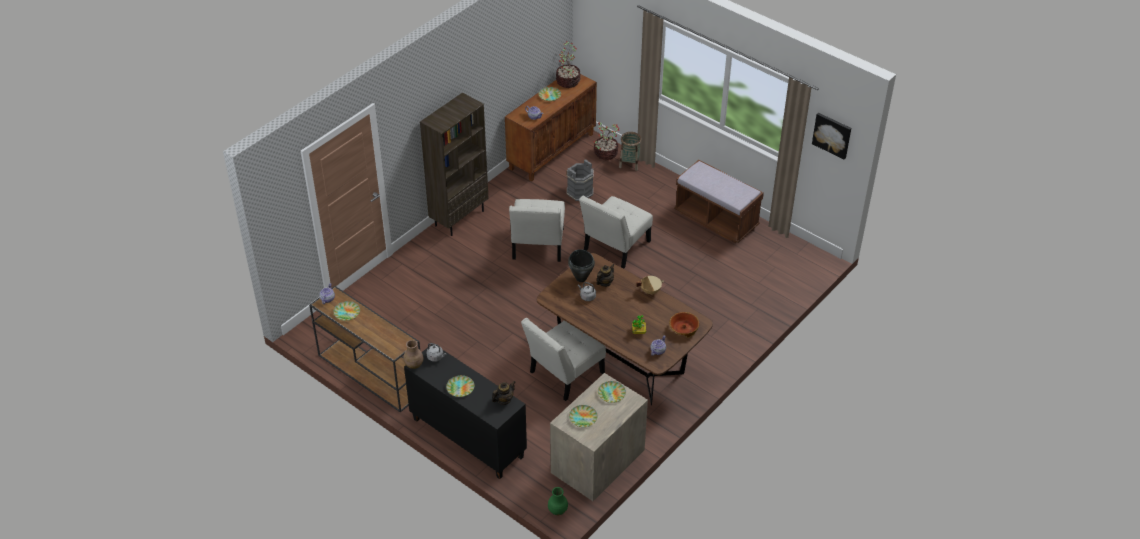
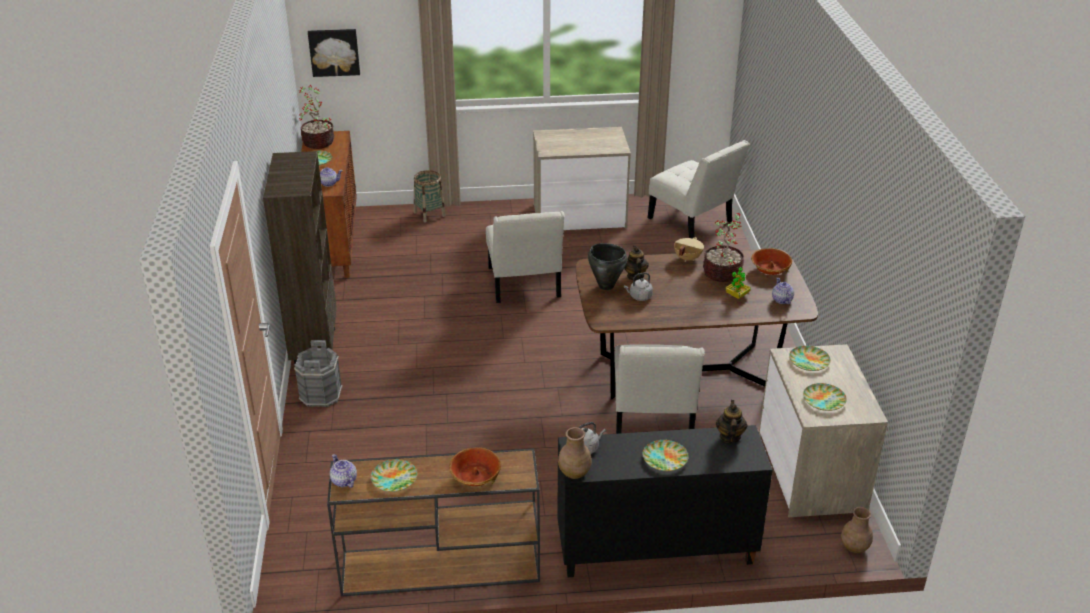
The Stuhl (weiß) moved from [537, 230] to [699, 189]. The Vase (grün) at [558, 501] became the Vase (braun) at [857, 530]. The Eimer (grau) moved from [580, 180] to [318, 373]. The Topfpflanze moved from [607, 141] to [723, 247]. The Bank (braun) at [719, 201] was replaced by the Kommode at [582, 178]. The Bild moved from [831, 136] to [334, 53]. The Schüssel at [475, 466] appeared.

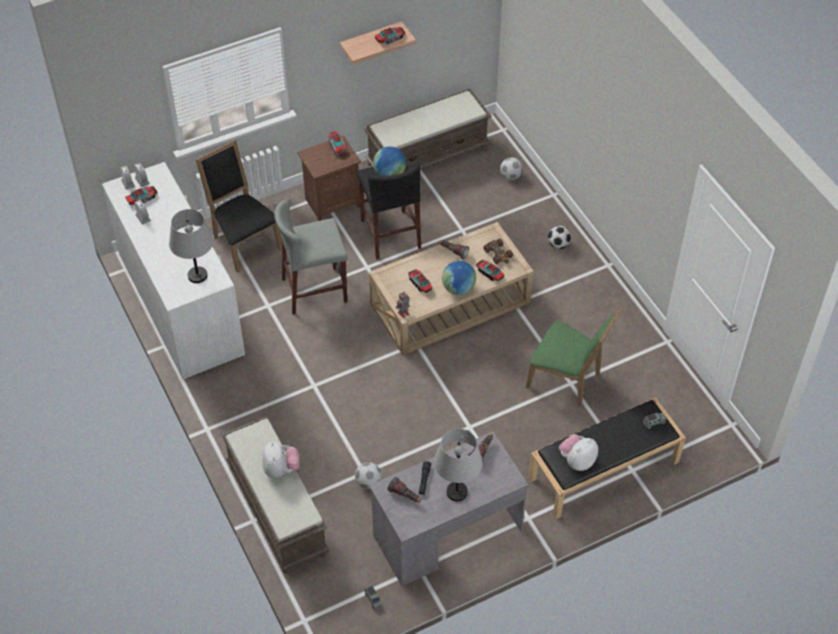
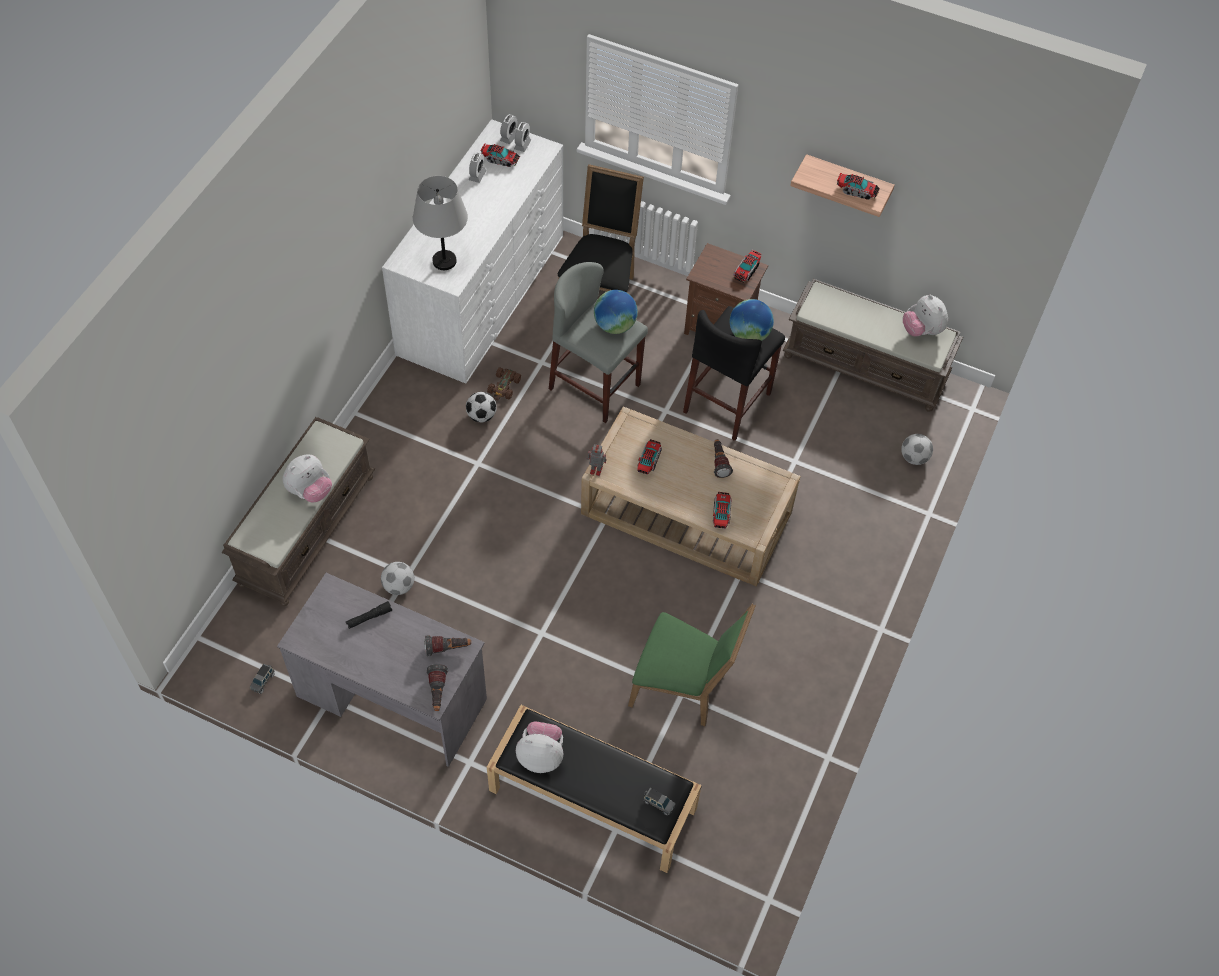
The Taschenlampe moved from [404, 490] to [437, 687]. The Tischlampe (grau) at [458, 465] disappeared. The Globus moved from [459, 278] to [616, 312]. The Spielzeugauto (braun) moved from [498, 251] to [504, 383]. The Stuhl (grün) at [574, 356] turned 60 degrees counterclockwise. The Fußball moved from [559, 237] to [481, 407]. The Plüschtier at [925, 316] appeared.

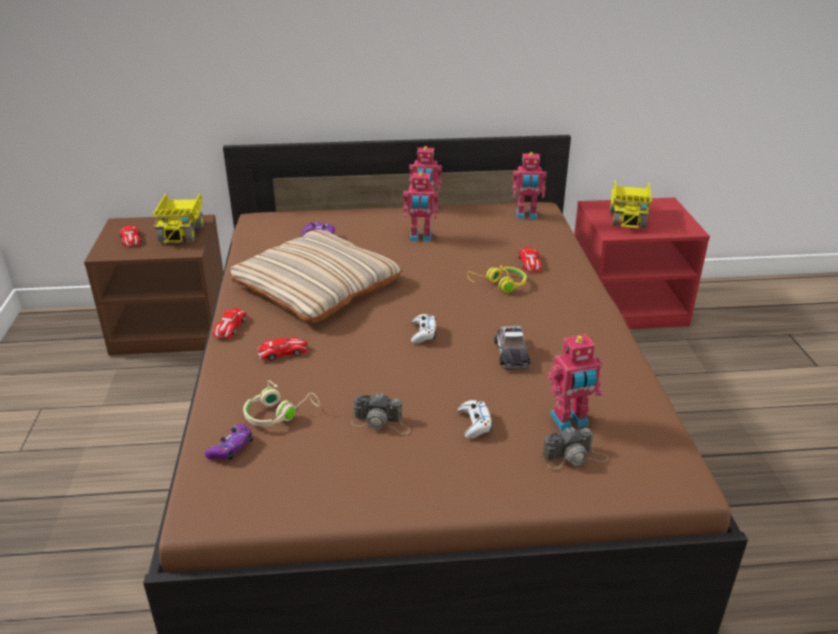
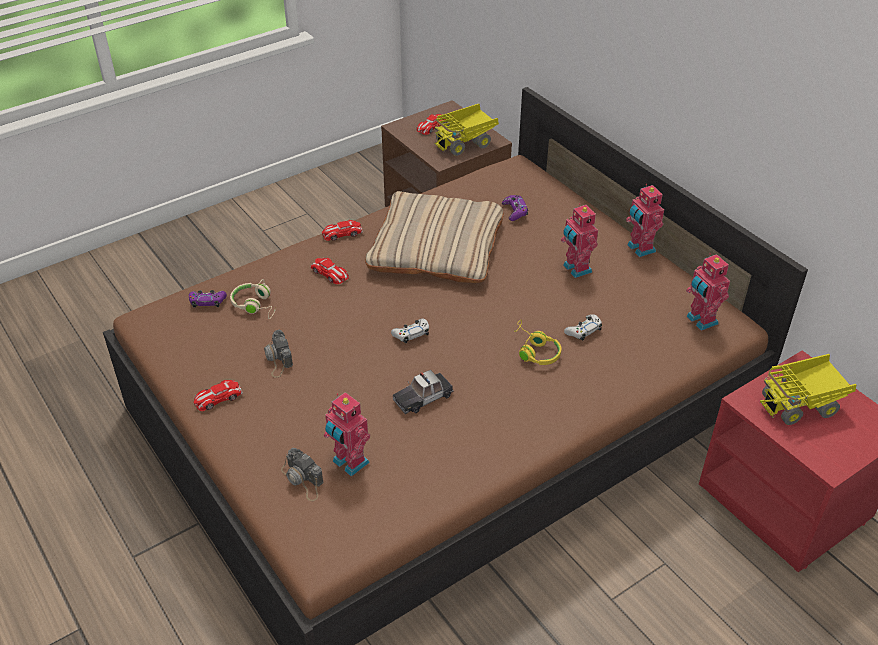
The Gamepad (weiß) moved from [475, 419] to [583, 327]. The Spielzeugauto moved from [530, 259] to [218, 395].

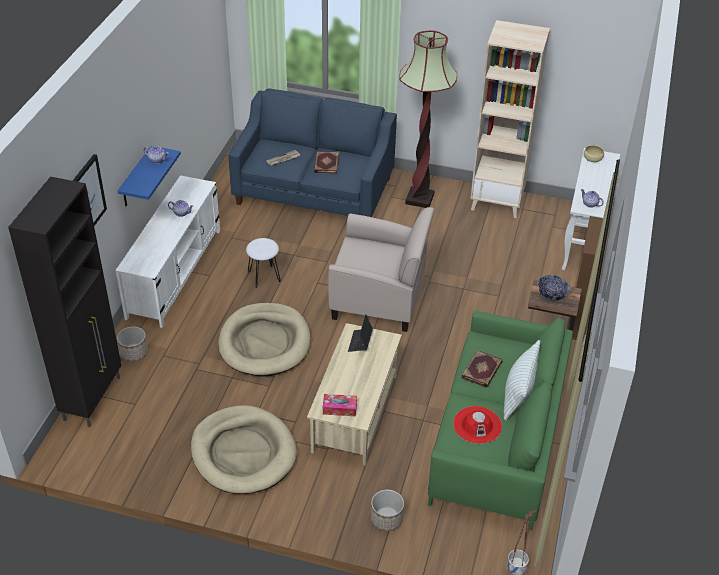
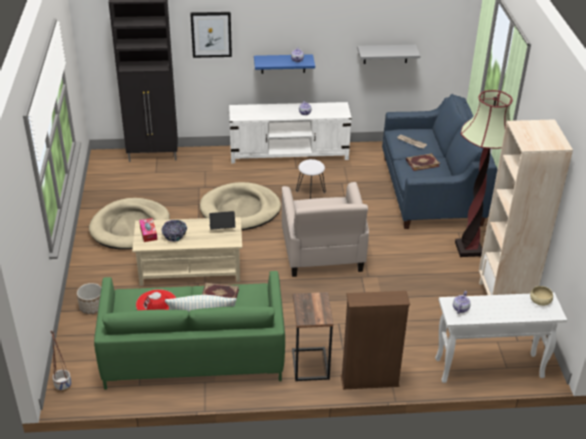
The Pflanzkübel at [132, 344] disappeared. The Schüssel moved from [554, 288] to [174, 231]. The Wandregal (grau) at [388, 54] appeared.

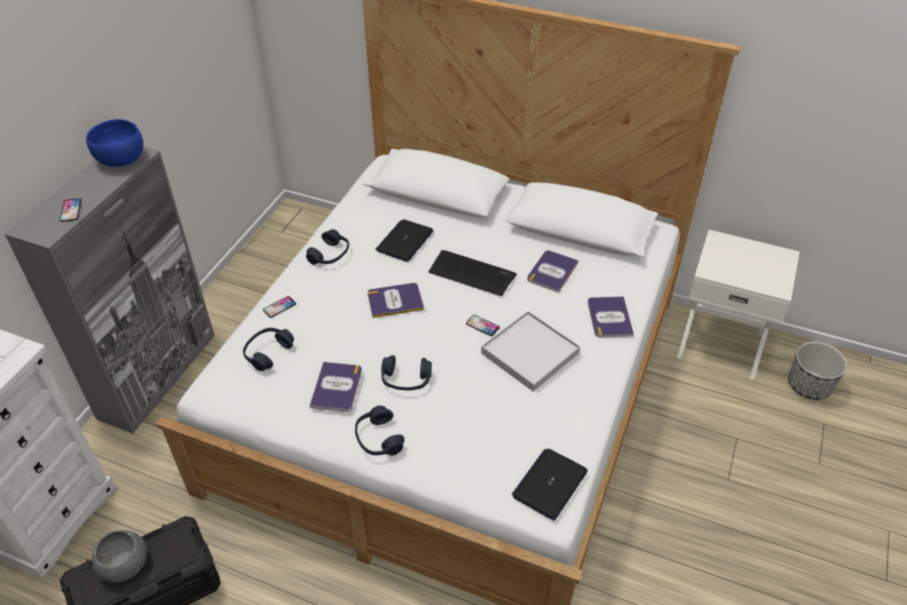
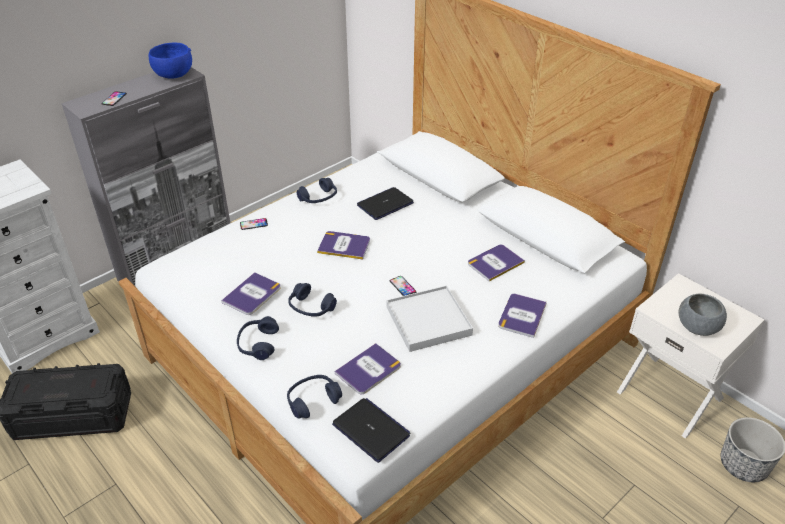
The Schüssel (grau) moved from [119, 556] to [702, 315]. The Kopfhörer (blau) moved from [268, 349] to [314, 397]. The Tastatur at [472, 273] disappeared. The Laptop at [550, 485] turned 75 degrees clockwise. The Buch at [368, 368] appeared.

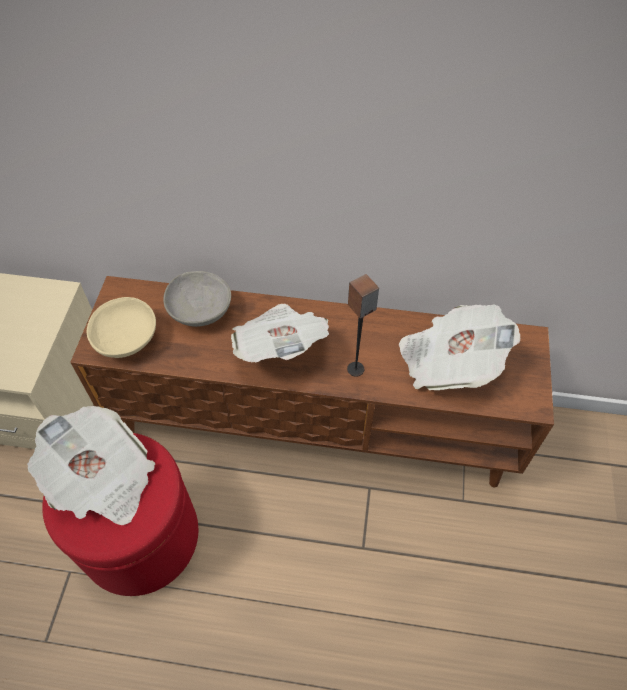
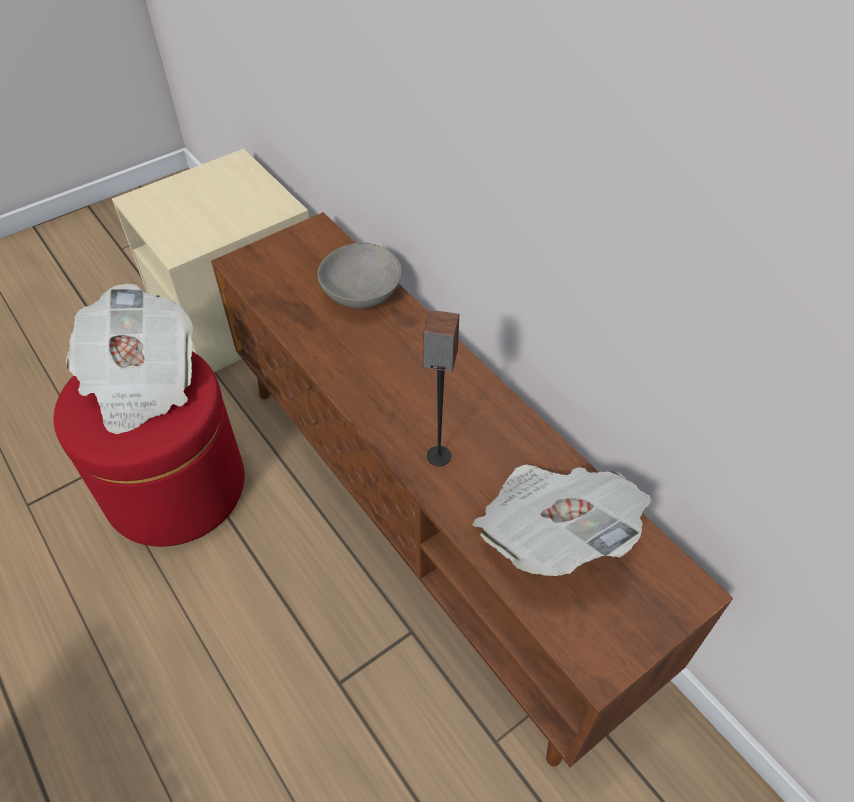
The Schüssel (beige) at [121, 327] disappeared. The Zeitung at [280, 333] disappeared.

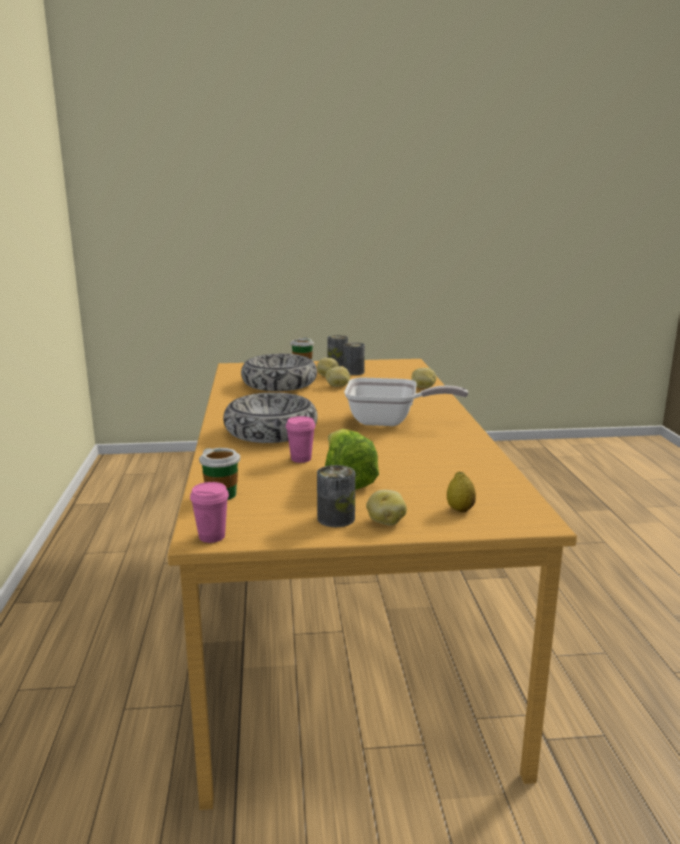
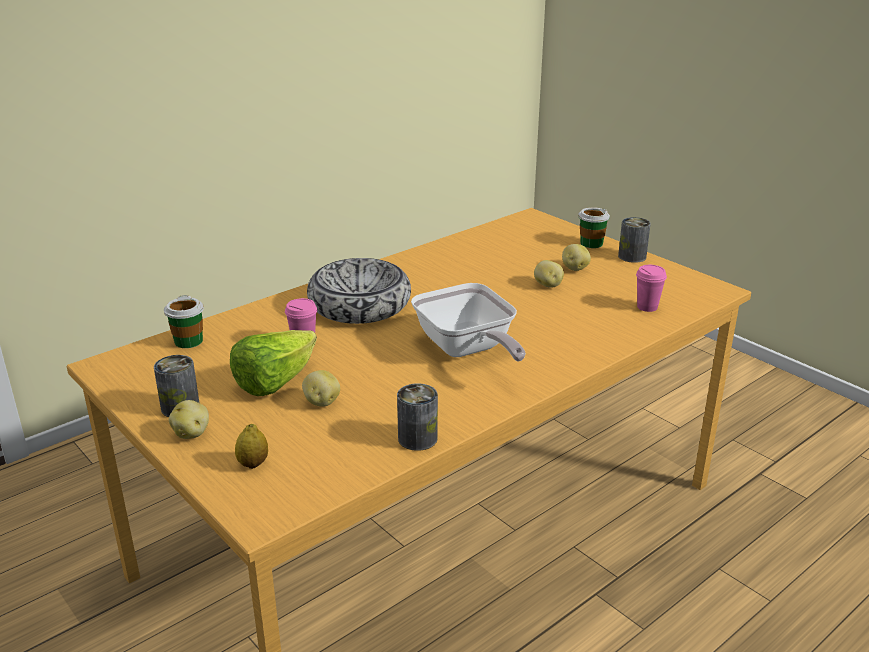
The Tasse (rosa) moved from [209, 512] to [651, 288]. The Schüssel at [279, 372] disappeared. The Dose moved from [354, 358] to [417, 417]. The Kartoffel moved from [424, 378] to [321, 388].

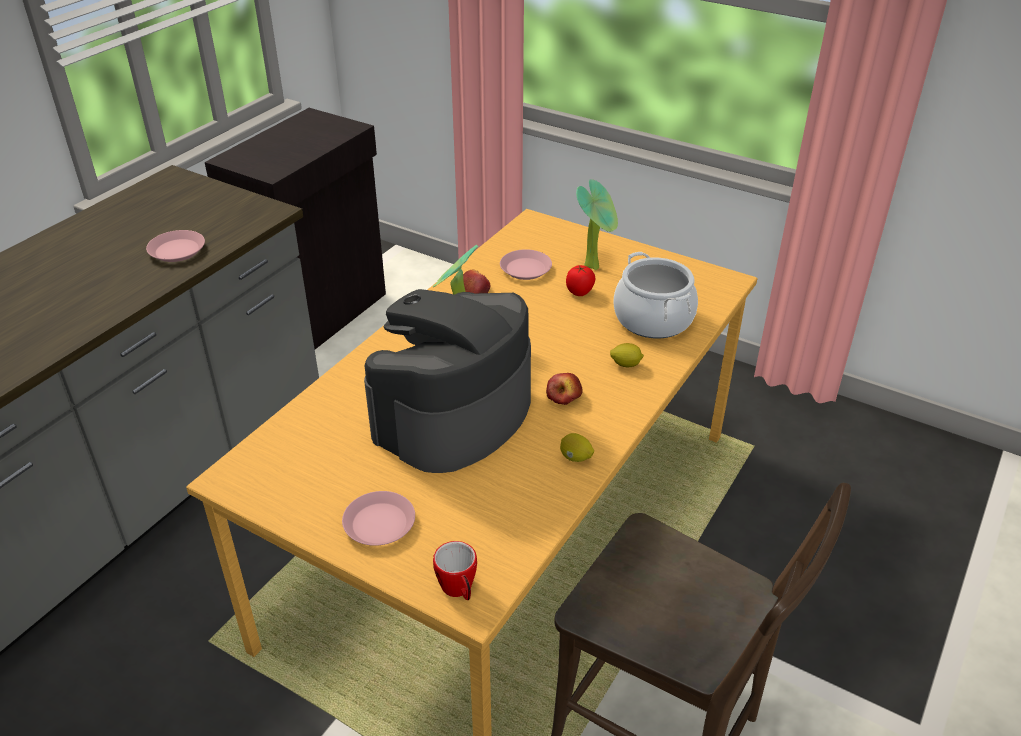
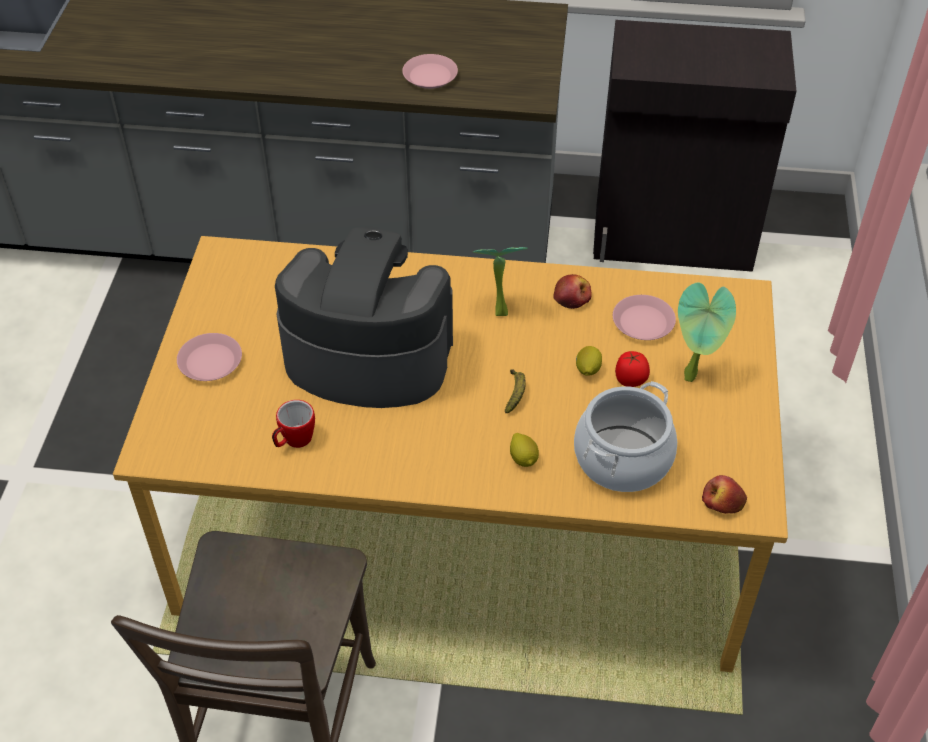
The Henkelbecher moved from [455, 570] to [293, 424]. The Apfel moved from [564, 389] to [724, 494]. The Zitrone moved from [577, 447] to [589, 361]. The Banane at [515, 391] appeared.

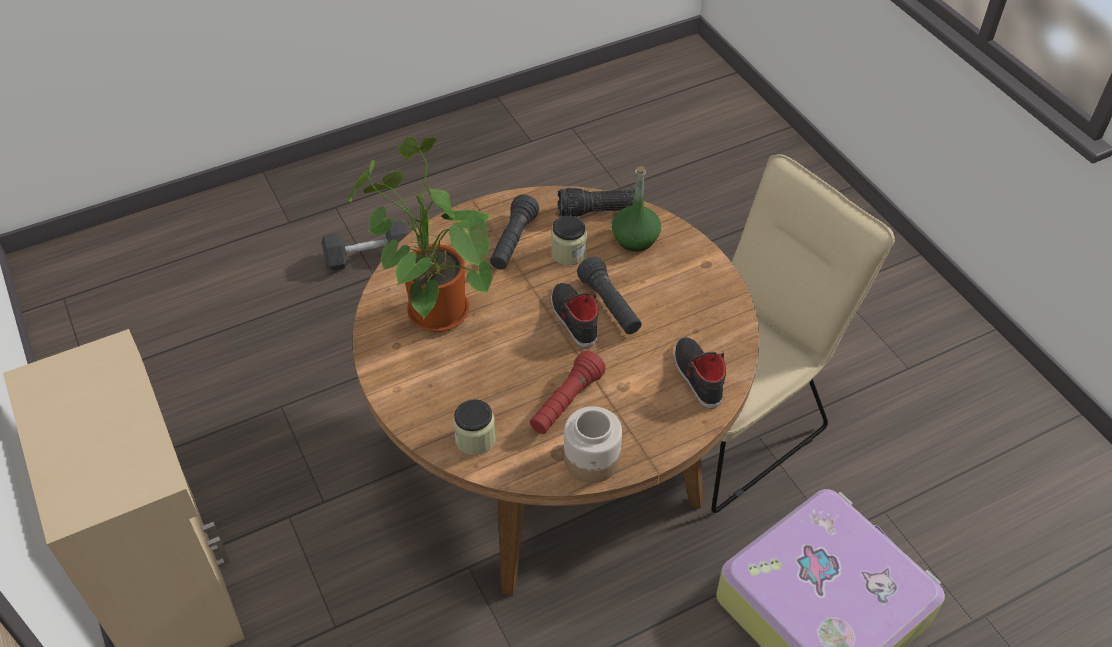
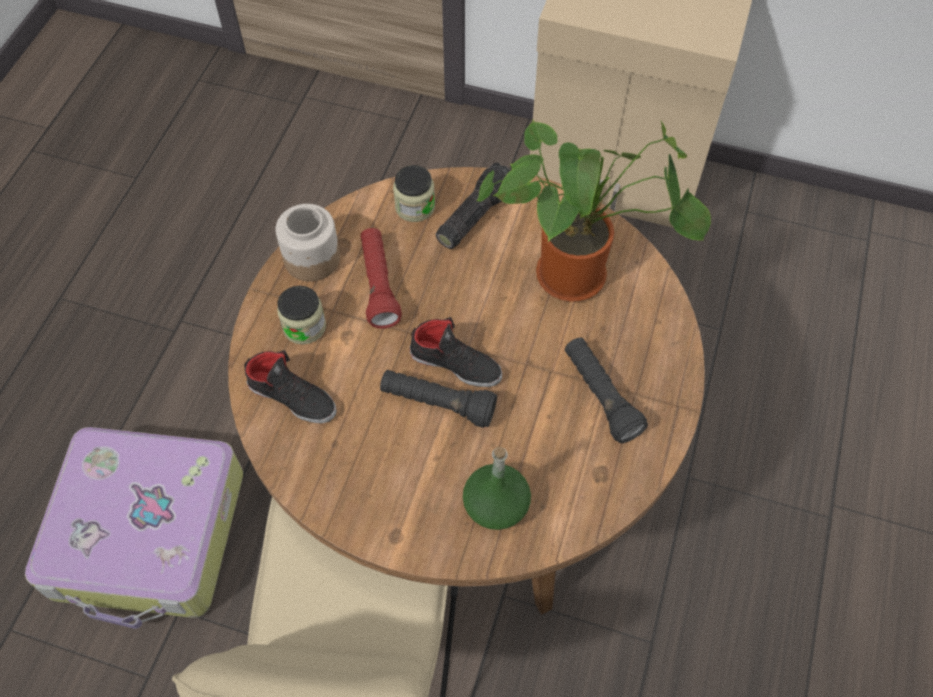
The Hantel (schwarz) at [365, 246] disappeared. The Vorratsglas moved from [569, 240] to [301, 315]. The Taschenlampe moved from [601, 202] to [473, 206].

